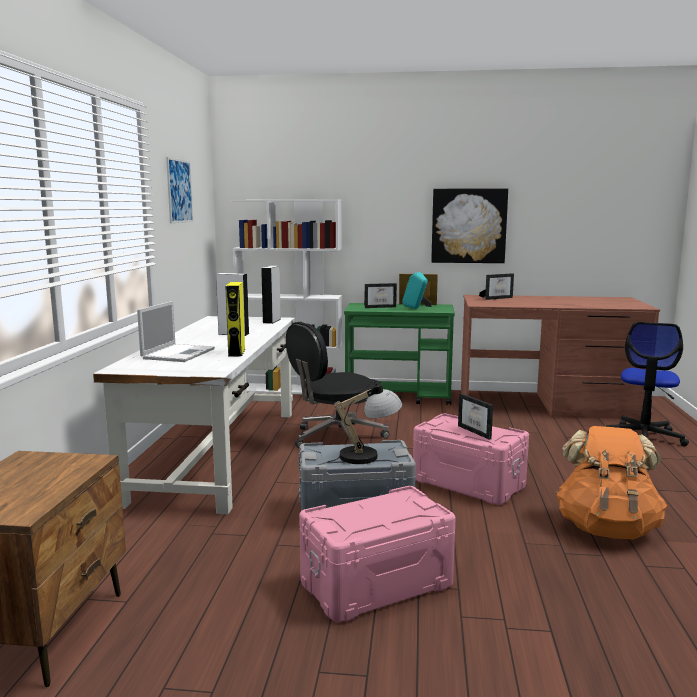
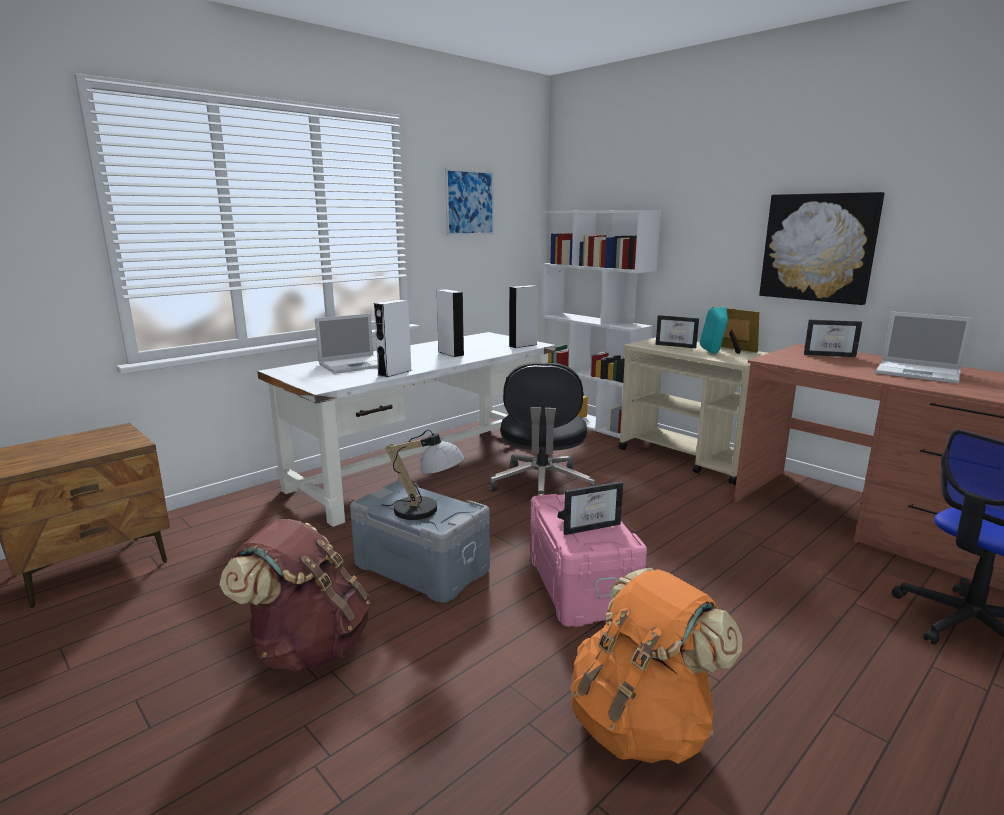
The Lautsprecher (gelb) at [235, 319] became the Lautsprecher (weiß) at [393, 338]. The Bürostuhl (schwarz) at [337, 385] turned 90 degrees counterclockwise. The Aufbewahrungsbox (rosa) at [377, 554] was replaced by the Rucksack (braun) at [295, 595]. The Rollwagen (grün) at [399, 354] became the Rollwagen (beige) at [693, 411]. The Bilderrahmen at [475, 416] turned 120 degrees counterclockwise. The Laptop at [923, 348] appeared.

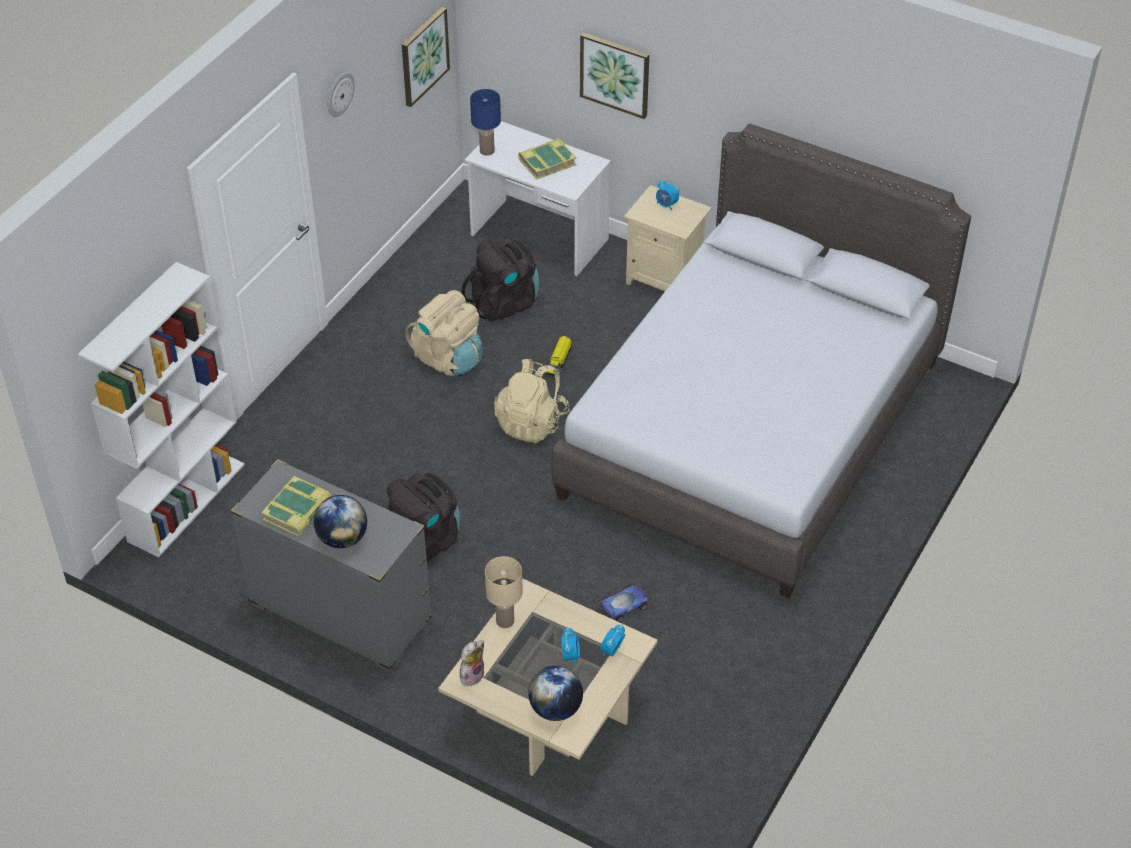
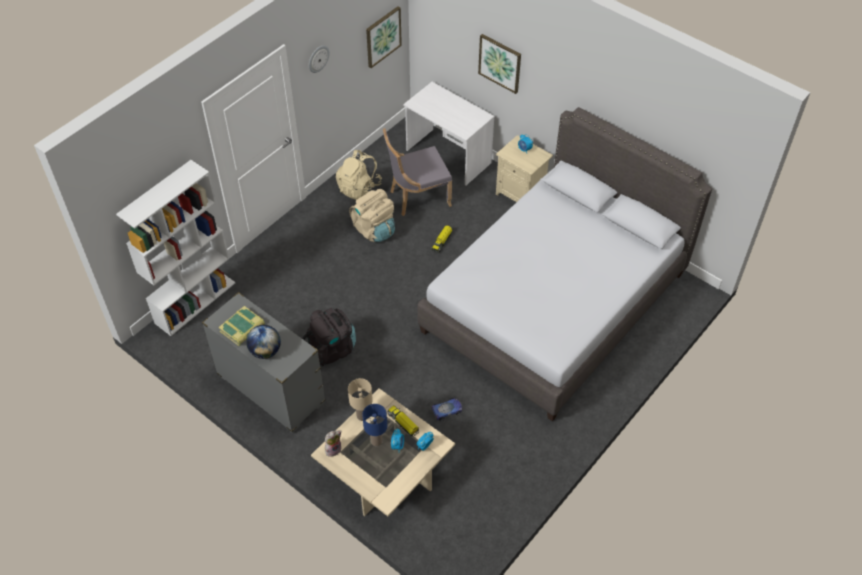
The Rucksack (schwarz) at [500, 280] was replaced by the Stuhl (grau) at [417, 172]. The Tischlampe (blau) moved from [485, 122] to [374, 425]. The Rucksack (beige) moved from [532, 401] to [359, 175]. The Buch at [547, 158] disappeared. The Globus at [555, 693] disappeared. The Spielzeuglaster at [403, 421] appeared.

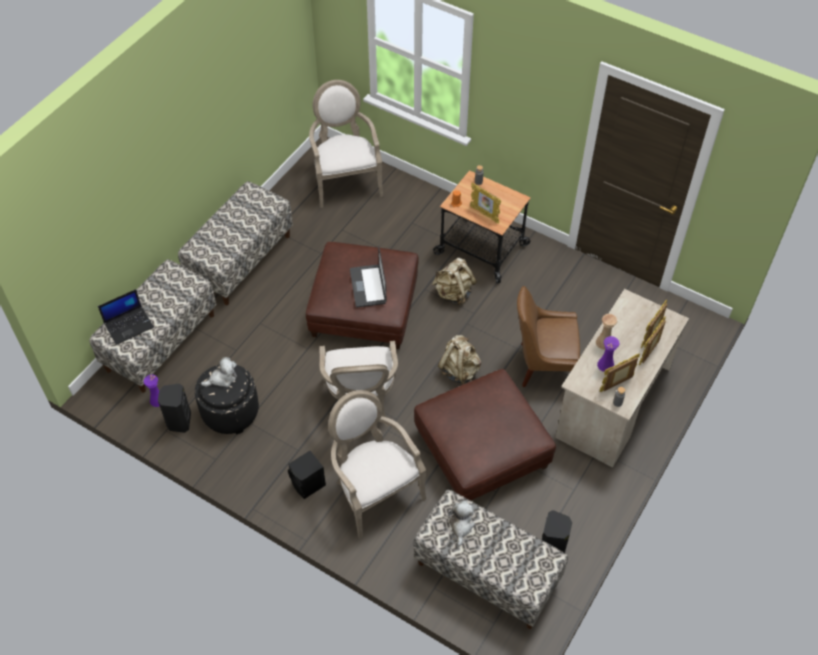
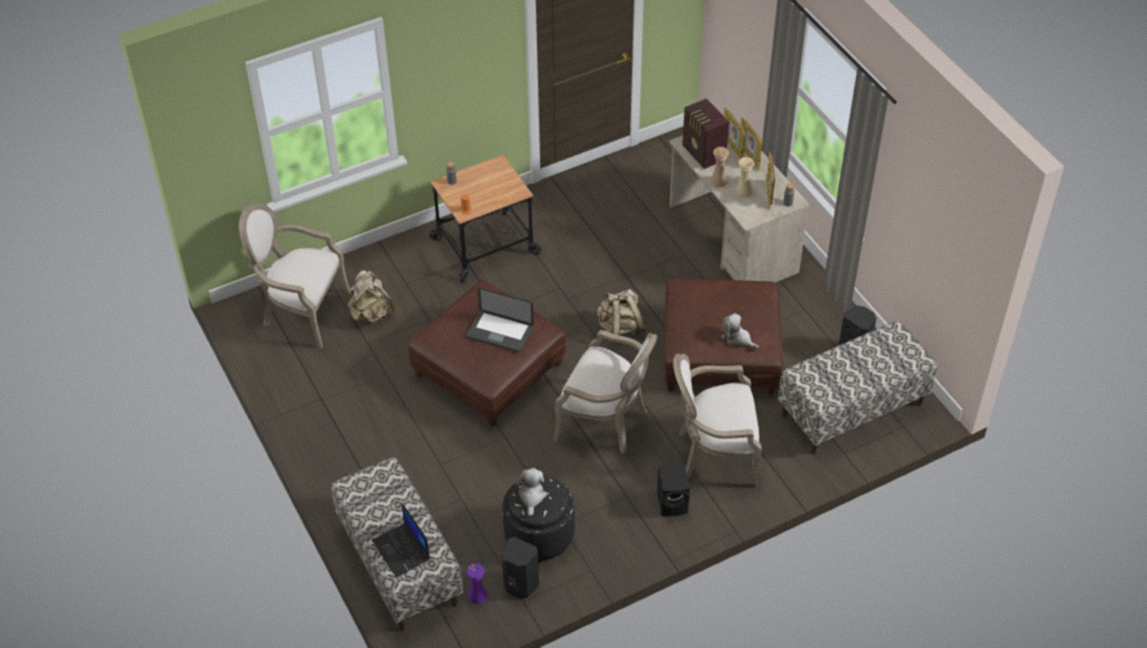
The Laptop at [126, 317] turned 150 degrees clockwise. The Bank at [235, 243] disappeared. The Rucksack (beige) moved from [454, 282] to [371, 296]. The Plüschtier moved from [461, 524] to [740, 331]. The Bilderrahmen at [485, 203] disappeared. The Stuhl (braun) at [548, 336] disappeared. The Vase (lila) at [608, 354] became the Vase (beige) at [744, 177]. The Radio at [705, 133] appeared.

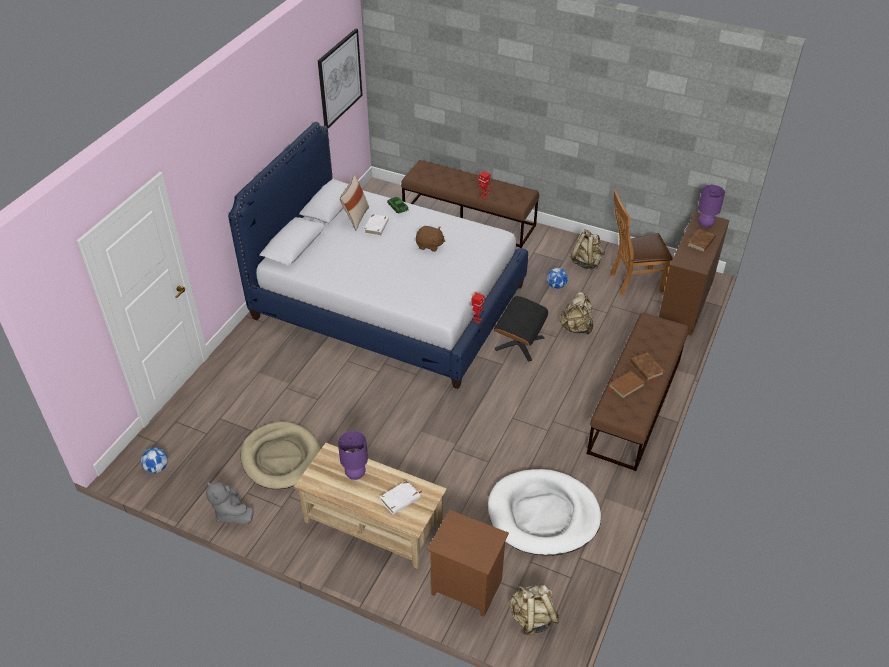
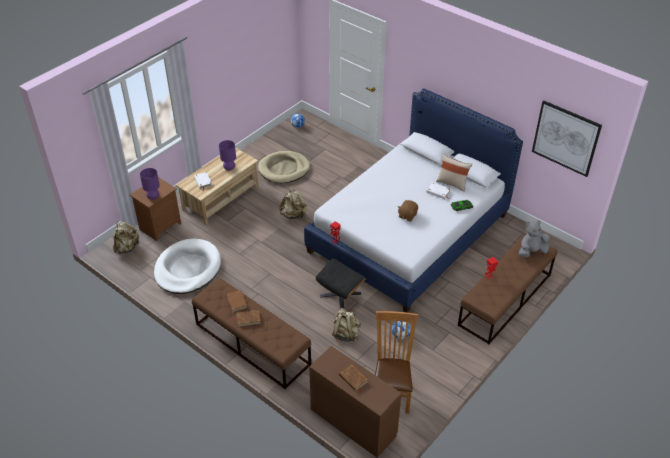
The Plüschtier (grau) moved from [229, 502] to [534, 238]. The Rucksack (beige) moved from [588, 249] to [293, 203]. The Tischlampe (lila) moved from [711, 206] to [150, 184].

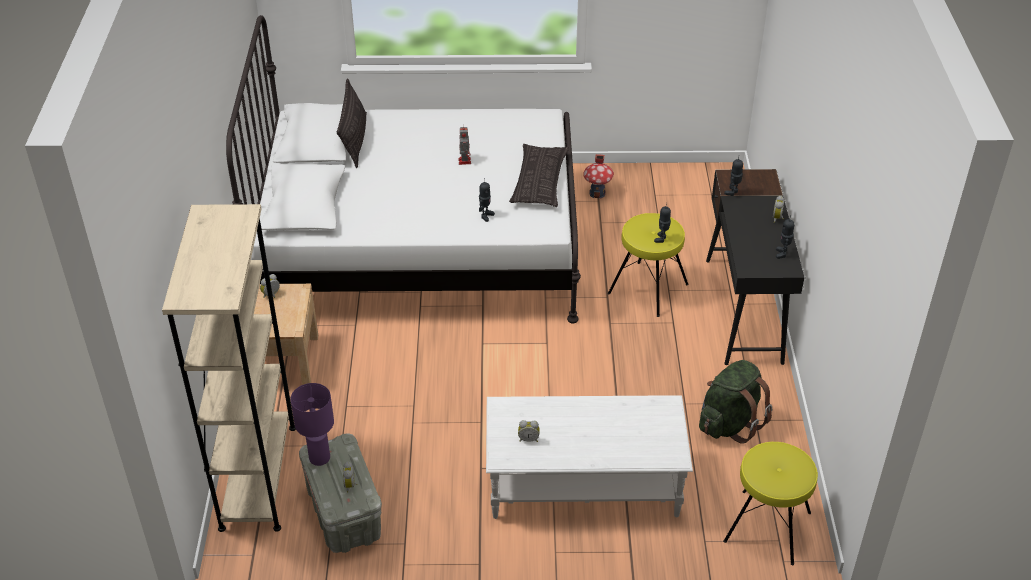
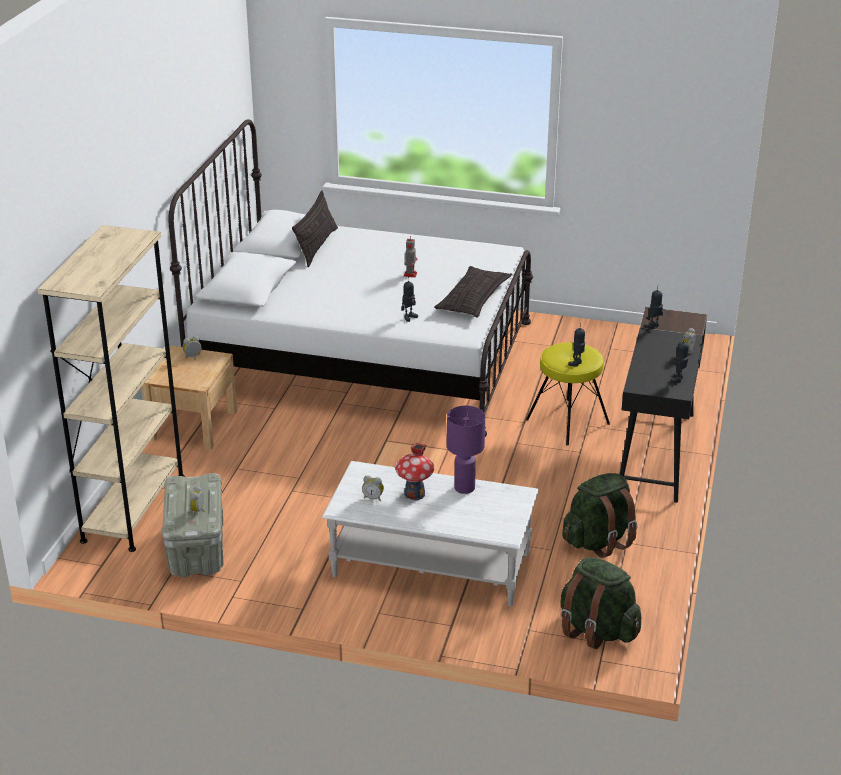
The Tischlampe (lila) moved from [312, 424] to [466, 449]. The Spielzeughaus moved from [598, 176] to [415, 471]. The Hocker (gelb) at [770, 503] was replaced by the Rucksack (grün) at [601, 603].

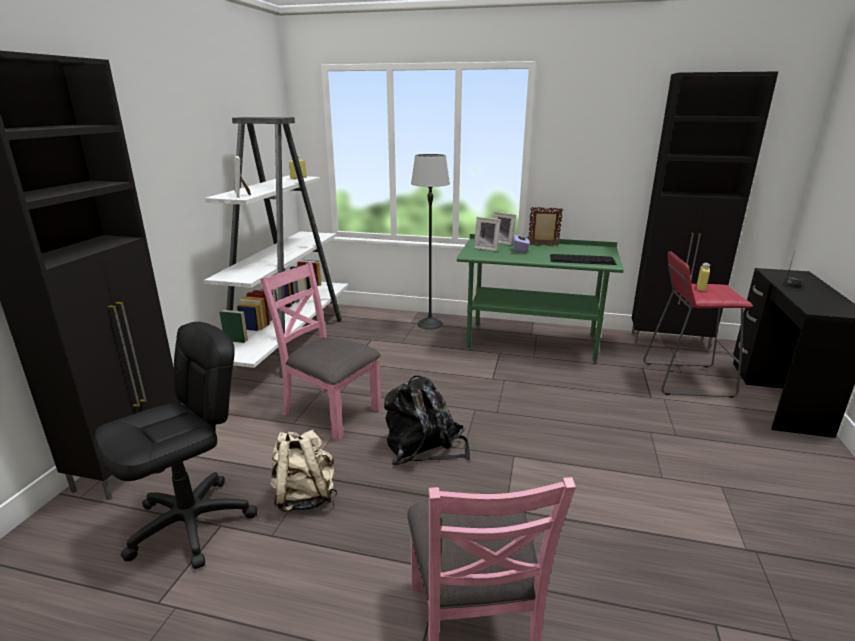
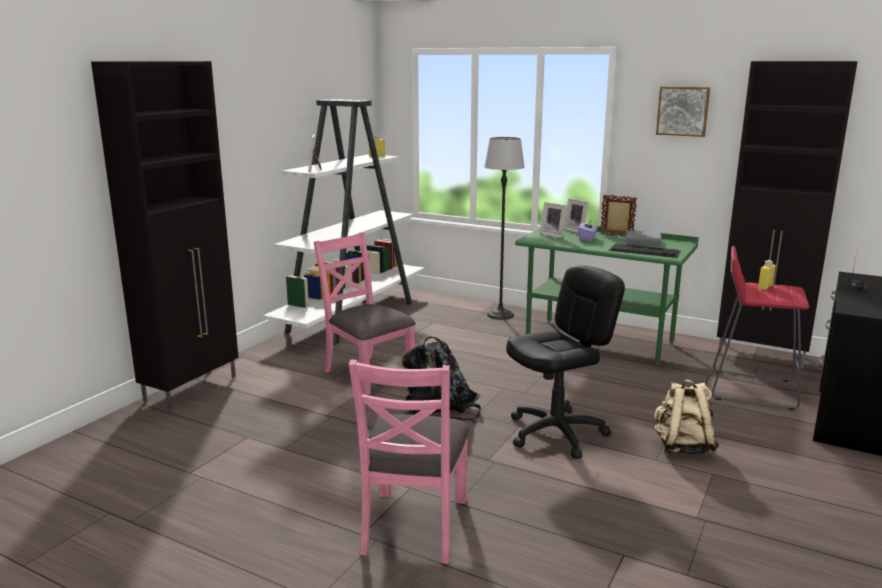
The Bürostuhl (schwarz) moved from [176, 445] to [565, 362]. The Rucksack (beige) moved from [303, 470] to [686, 417]. The Buch (grau) at [643, 238] appeared. The Bild at [683, 111] appeared.

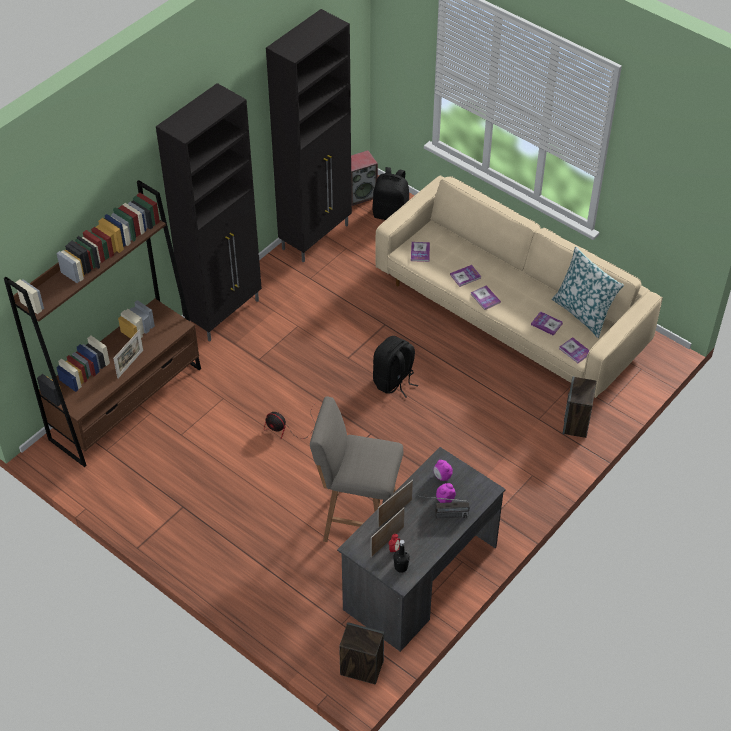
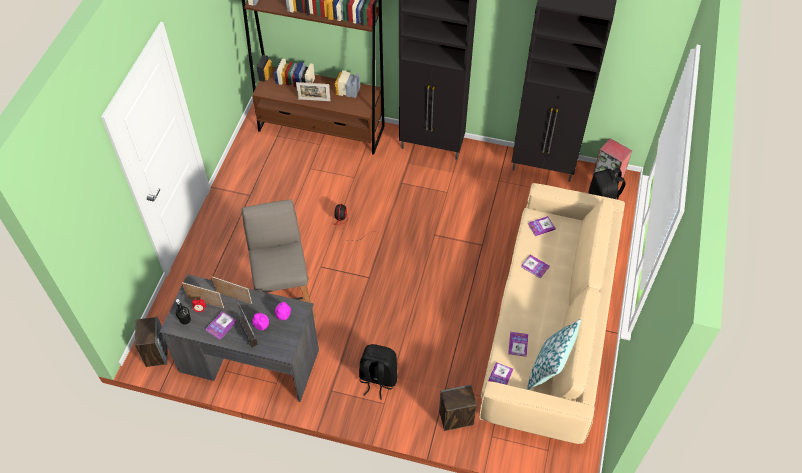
The Rucksack (schwarz) moved from [396, 366] to [378, 372]. The Buch moved from [486, 298] to [221, 326].

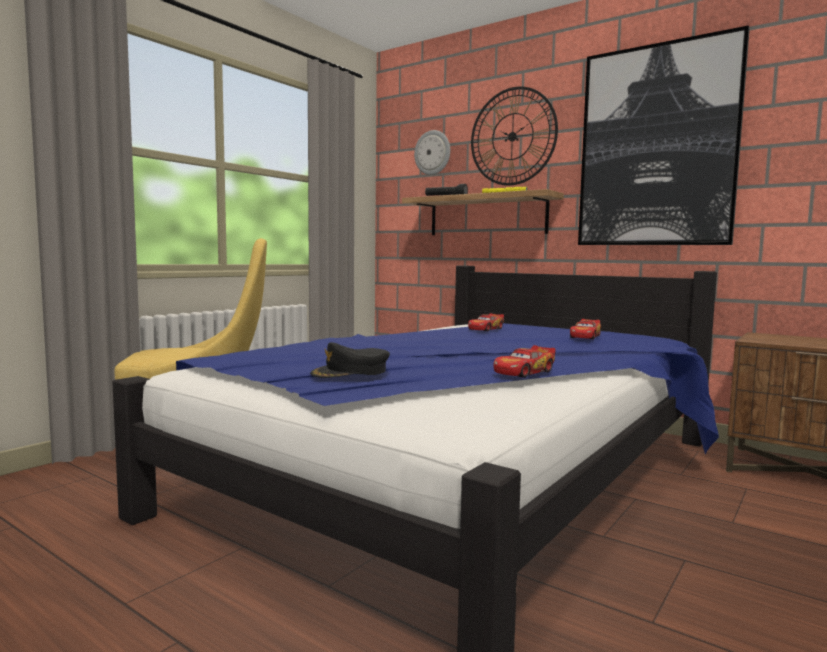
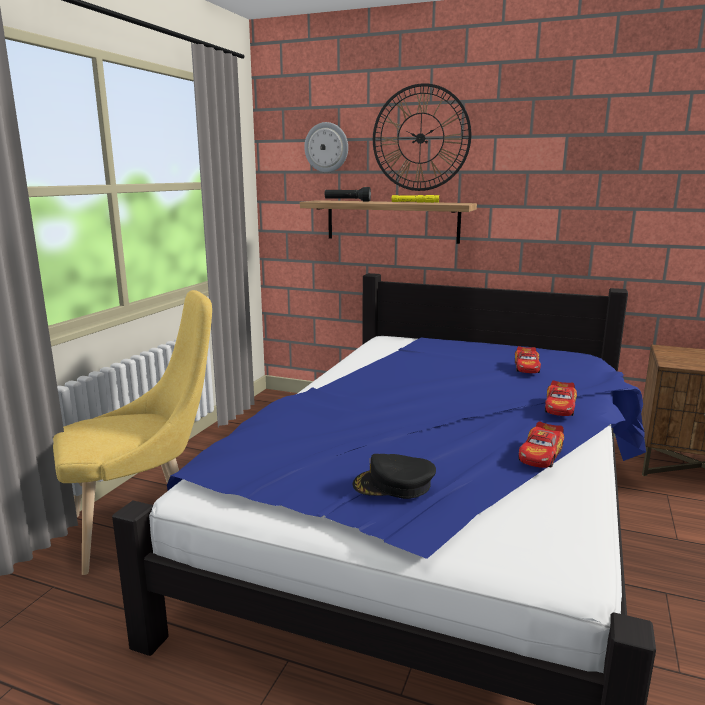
The Kappe (schwarz) at [350, 360] turned 45 degrees clockwise. The Spielzeugauto moved from [486, 322] to [561, 398]. The Bild at [664, 135] disappeared.

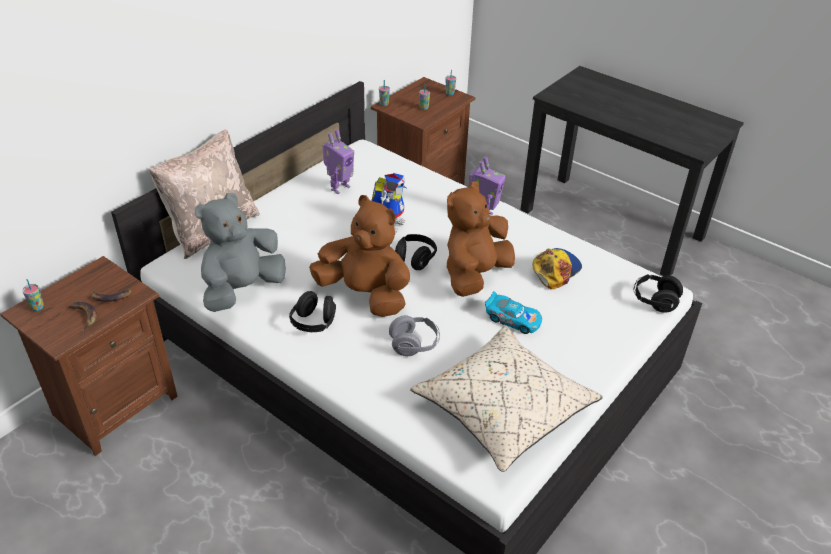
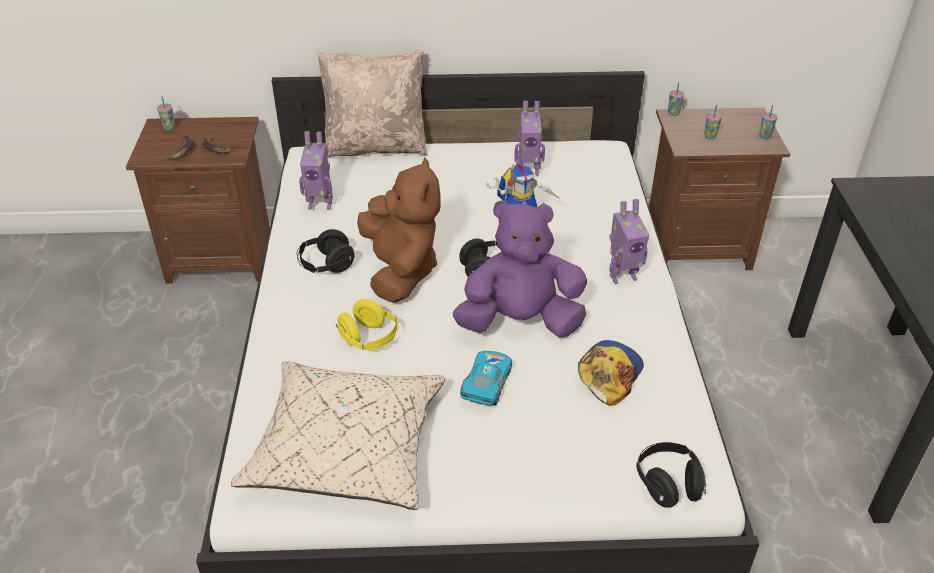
The Plüschtier (grau) at [240, 252] was replaced by the Spielzeugroboter at [316, 170]. The Kopfhörer (grau) at [414, 335] became the Kopfhörer (gelb) at [367, 325]. The Plüschtier (braun) at [481, 239] became the Plüschtier (lila) at [520, 269]. The Spielzeugauto at [513, 312] turned 150 degrees counterclockwise. The Kappe at [557, 268] turned 60 degrees counterclockwise.

